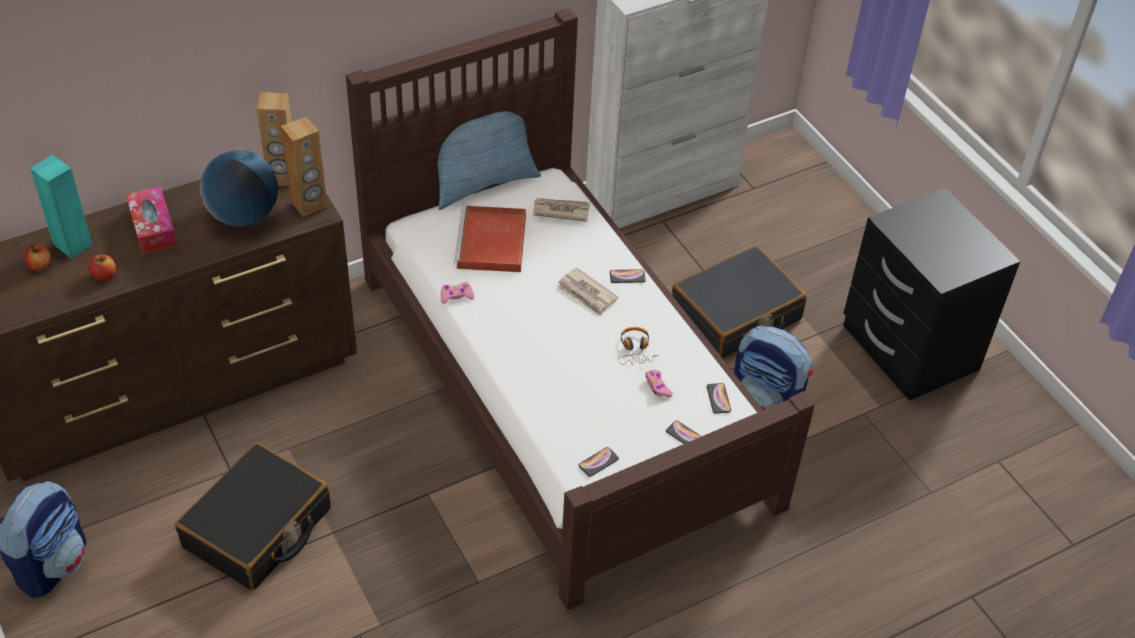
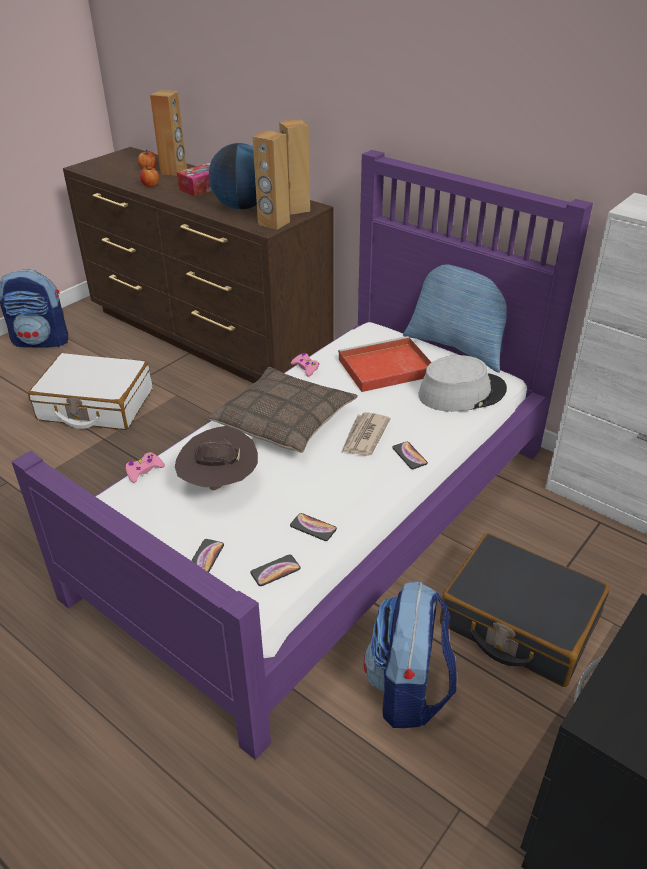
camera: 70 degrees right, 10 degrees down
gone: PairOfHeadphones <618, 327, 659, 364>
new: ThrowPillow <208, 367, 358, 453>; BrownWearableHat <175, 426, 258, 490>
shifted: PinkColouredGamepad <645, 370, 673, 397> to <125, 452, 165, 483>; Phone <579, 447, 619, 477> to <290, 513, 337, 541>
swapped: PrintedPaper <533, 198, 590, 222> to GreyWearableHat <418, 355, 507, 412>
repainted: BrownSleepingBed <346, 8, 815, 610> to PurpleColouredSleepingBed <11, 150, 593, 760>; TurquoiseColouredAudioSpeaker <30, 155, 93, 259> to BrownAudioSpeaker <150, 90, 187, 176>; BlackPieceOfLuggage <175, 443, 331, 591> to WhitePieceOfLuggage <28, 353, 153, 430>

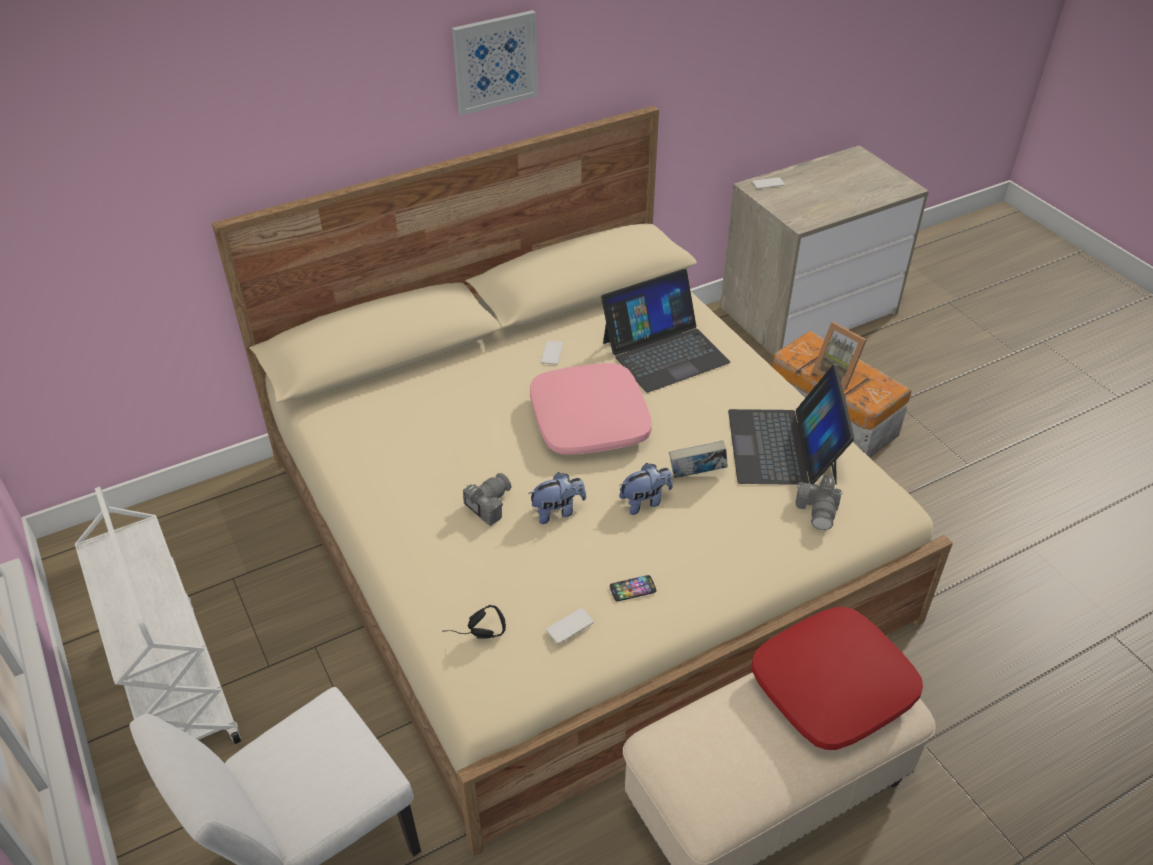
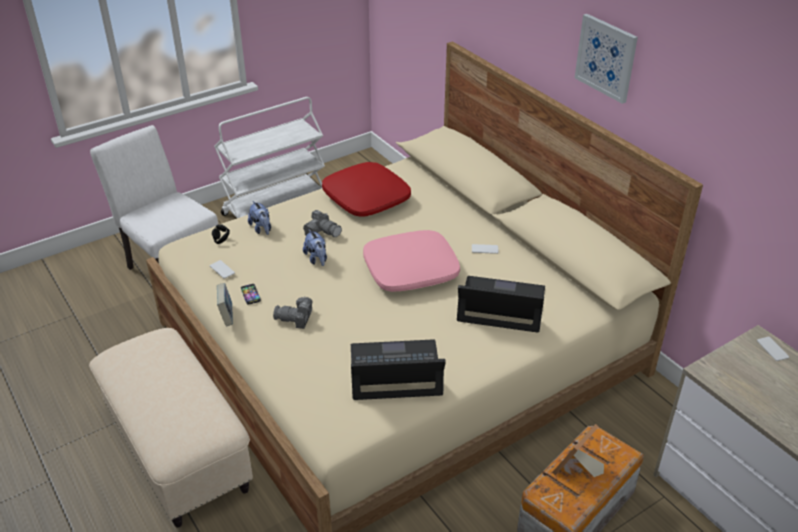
camera: 85 degrees right, 5 degrees down
shifted: Volume <669, 440, 728, 478> to <217, 283, 233, 326>; PlushToy <619, 463, 673, 515> to <248, 201, 271, 235>; PhotoCamera <795, 476, 843, 530> to <273, 296, 312, 329>; RedColouredThrowPillow <752, 607, 923, 750> to <322, 162, 411, 217>
rotated: PortableComputer <601, 269, 730, 393> = <457, 276, 545, 333> 135 degrees clockwise

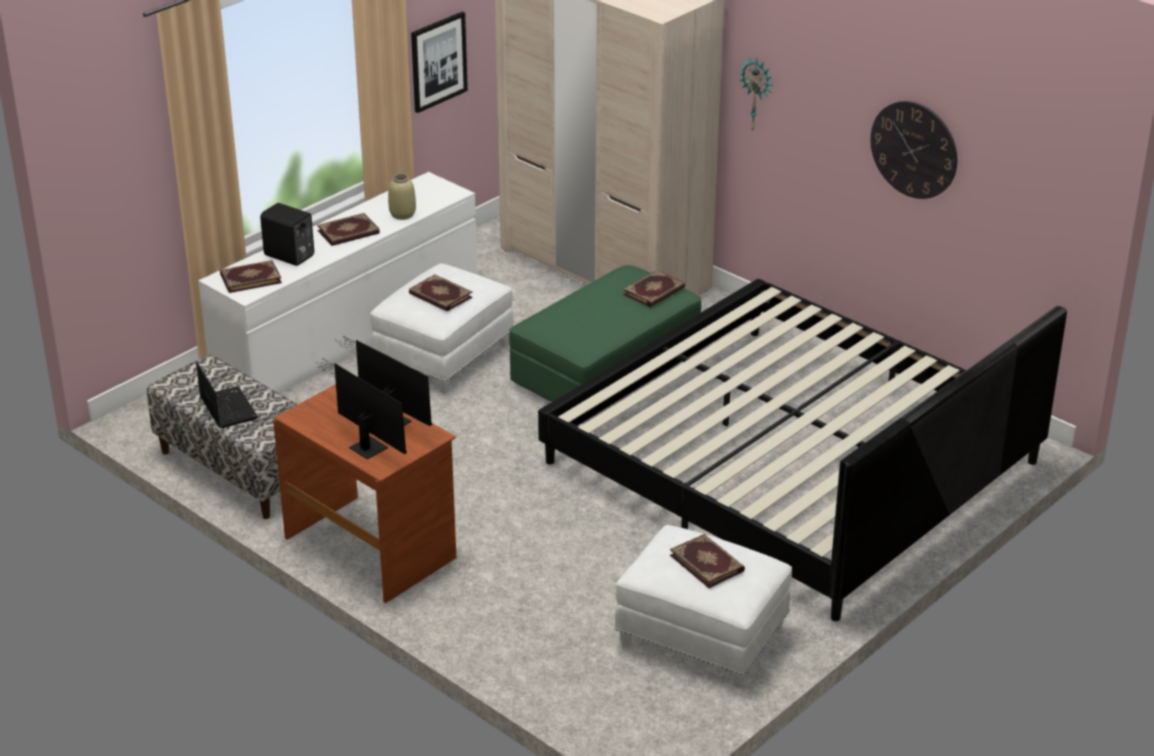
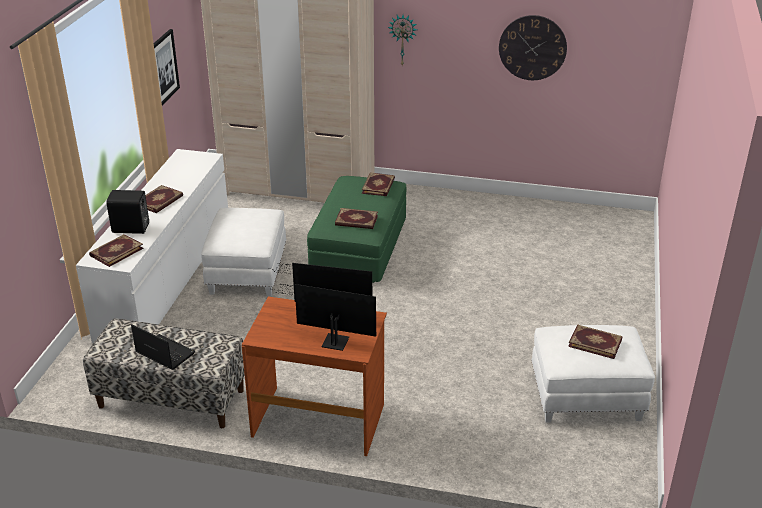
camera: 30 degrees left, 0 degrees up
gone: BeigeFlowerVase <388, 173, 416, 220>; SleepingBed <538, 279, 1067, 621>
shifted: Volume <409, 274, 473, 311> to <335, 208, 378, 229>

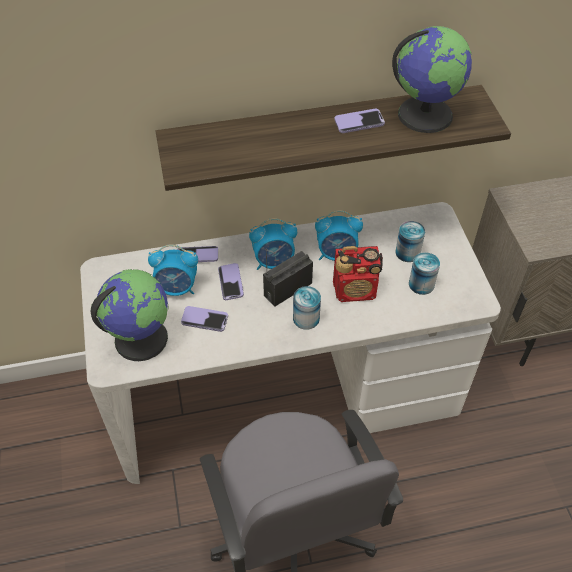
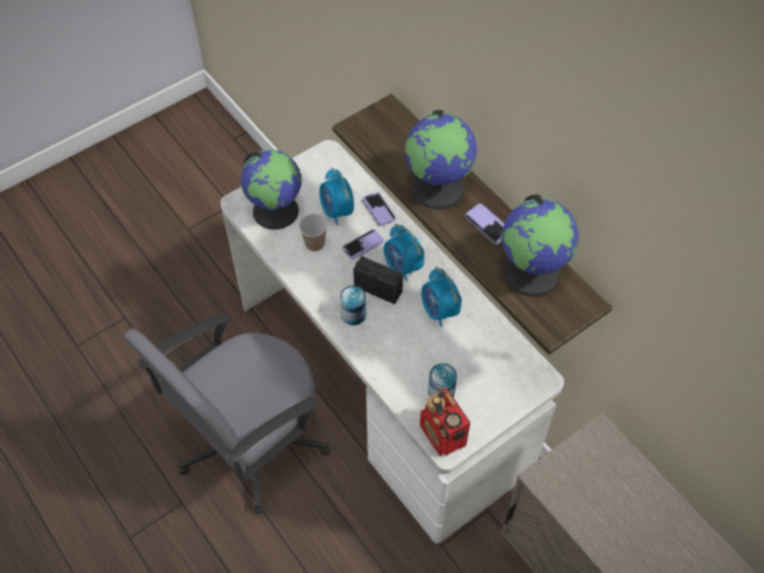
camera: 65 degrees right, 5 degrees up
gone: MetalCan <395, 221, 425, 262>
new: Globe <405, 110, 477, 210>
shifted: RadioSet <333, 246, 383, 302> to <420, 389, 470, 456>
swapped: Phone <181, 306, 228, 332> to SmallCup <299, 214, 327, 251>

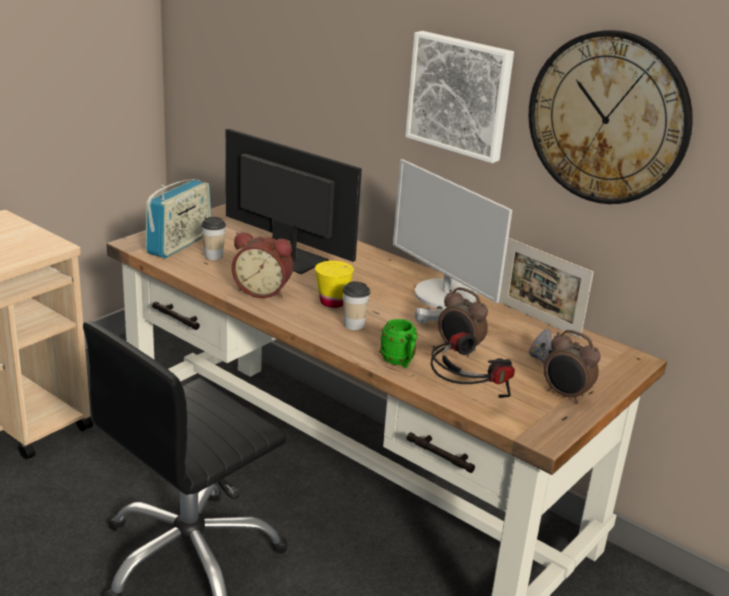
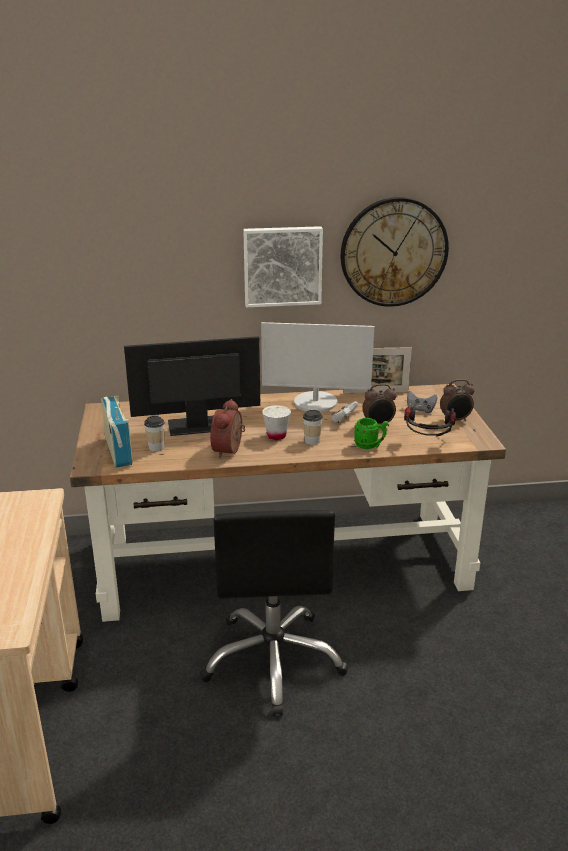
camera: 45 degrees left, 0 degrees up
repainted: YellowColouredSmallCup <315, 261, 354, 308> to WhiteSmallCup <262, 405, 291, 440>
rotated: BedsideClock <232, 232, 293, 298> = <210, 399, 245, 458> 135 degrees clockwise

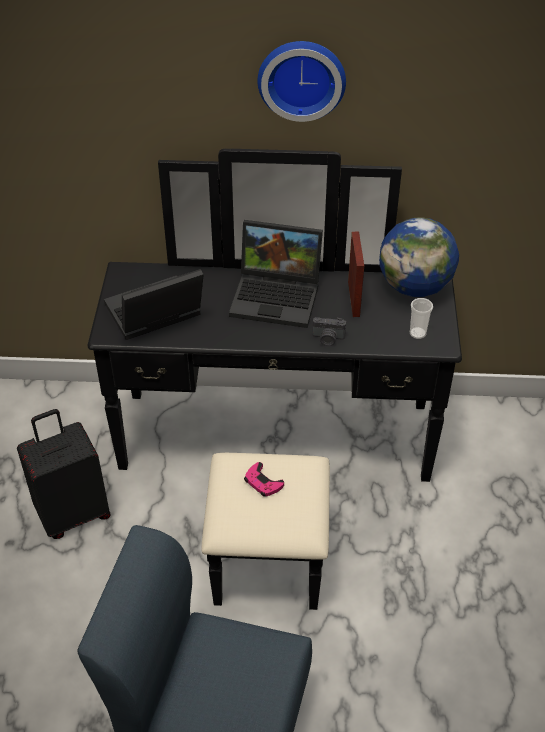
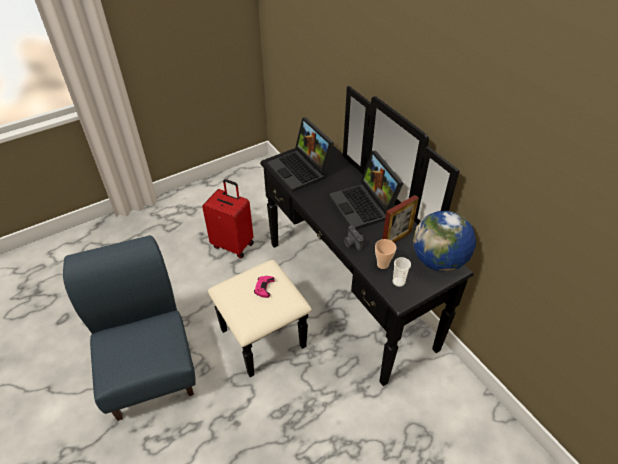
camera: 55 degrees right, 0 degrees up
gone: HangingClock <257, 41, 346, 122>
new: SmallCup <375, 239, 396, 269>
repainted: BlackPieceOfLuggage <17, 409, 111, 539> to RedColouredPieceOfLuggage <202, 179, 254, 258>
rotated: PortableComputer <104, 269, 204, 340> = <267, 117, 334, 192> 150 degrees counterclockwise

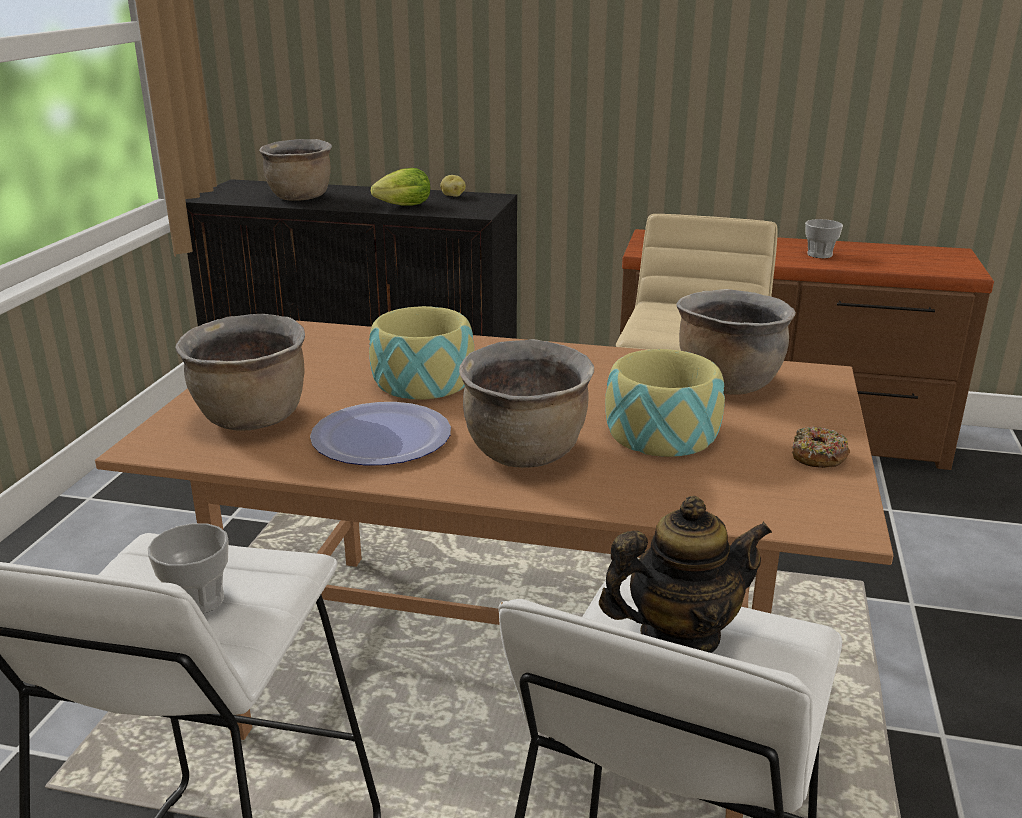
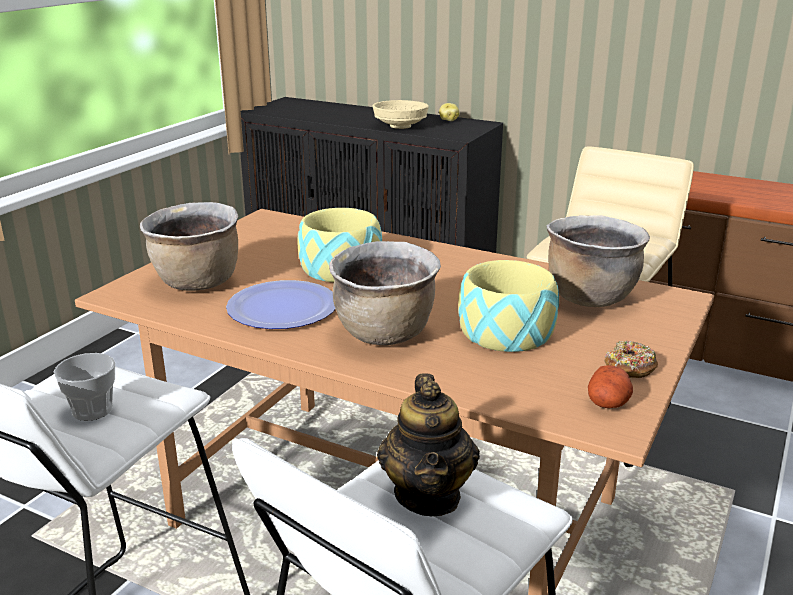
camera: 15 degrees right, 0 degrees up
gone: BrownStockpot <259, 139, 332, 201>; SmallCup <805, 219, 843, 258>
new: Potato <588, 365, 633, 408>
swapped: Lettuce <371, 168, 430, 206> to BeigeServingBowl <373, 100, 429, 129>
rotated: Teapot <599, 496, 772, 653> = <377, 373, 480, 516> 90 degrees clockwise

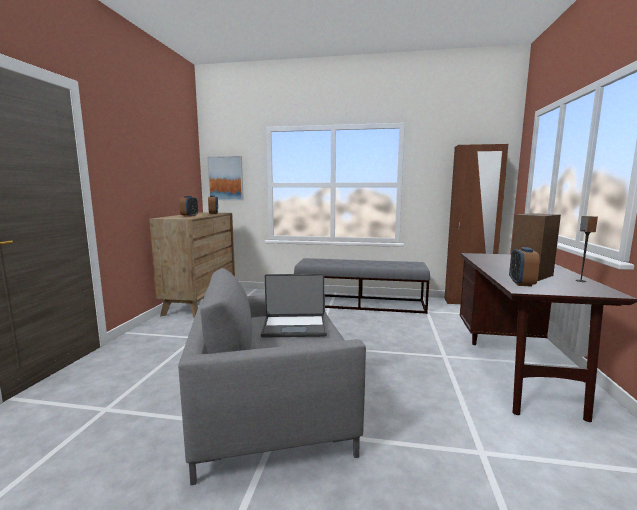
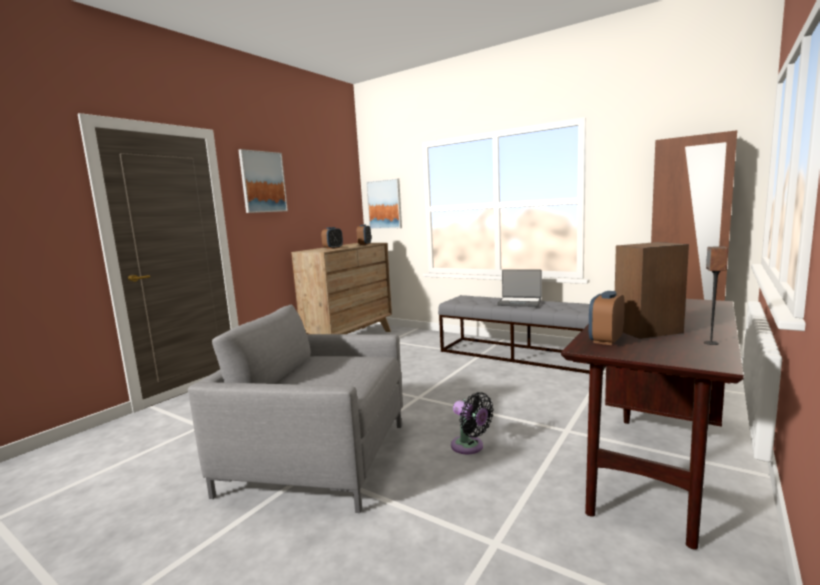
camera: 25 degrees right, 0 degrees up
new: WallArt <238, 149, 288, 213>; BlackCoolingFan <451, 392, 494, 454>
shifted: PortableComputer <261, 274, 327, 338> to <497, 269, 542, 307>

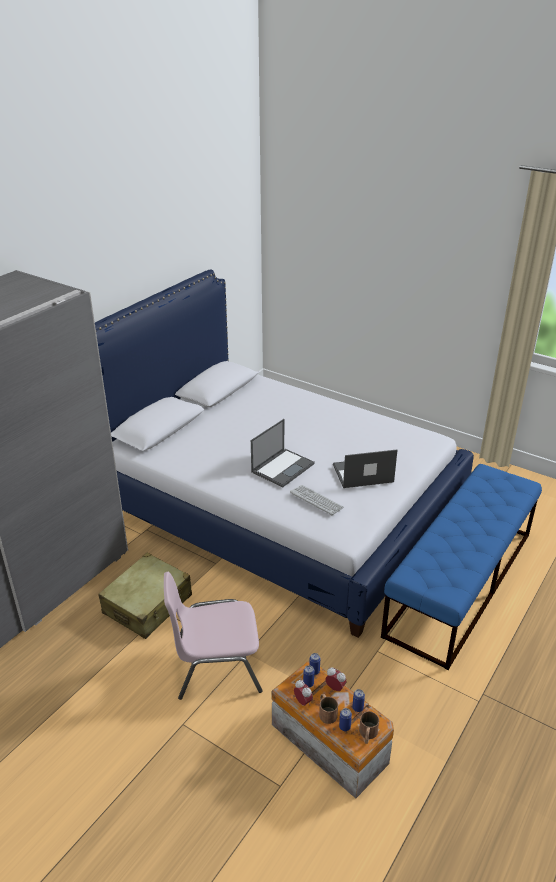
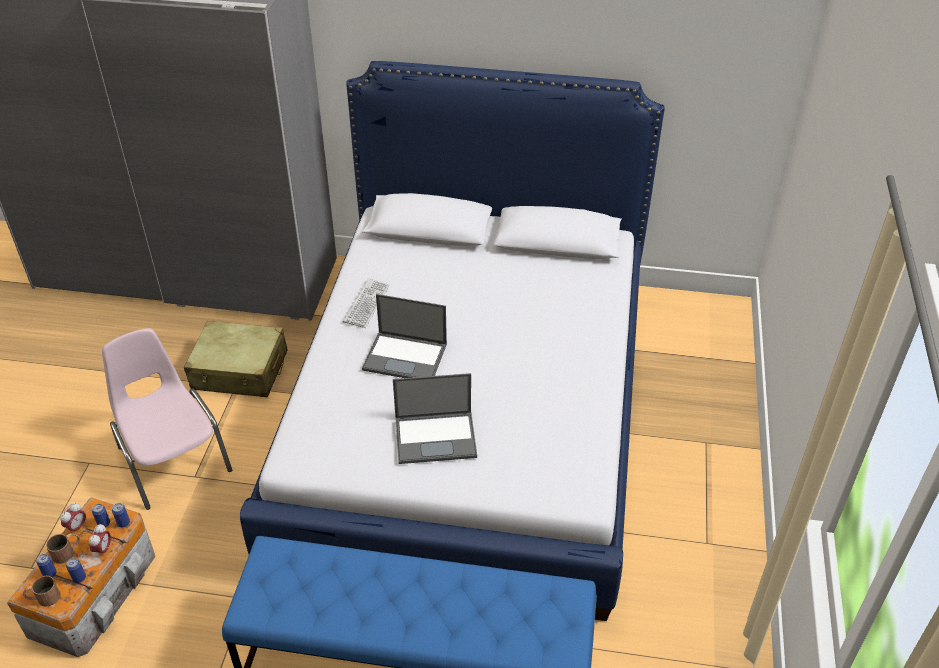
camera: 65 degrees right, 10 degrees up
shifted: Keyboard <290, 485, 344, 515> to <343, 278, 390, 328>
rotated: PortableComputer <333, 449, 397, 488> = <393, 373, 477, 464> 120 degrees clockwise

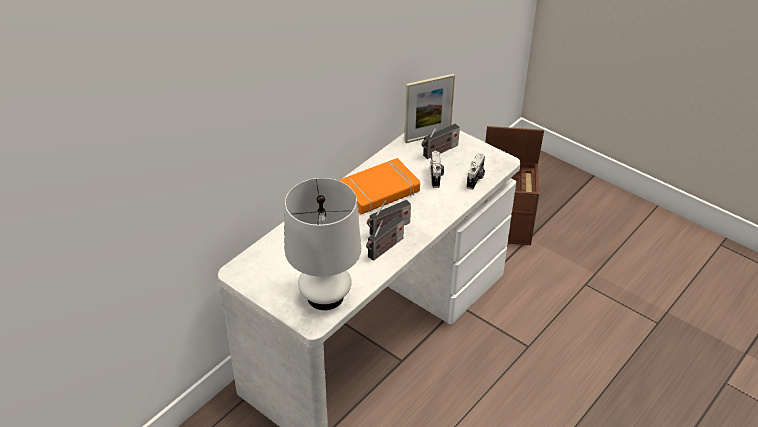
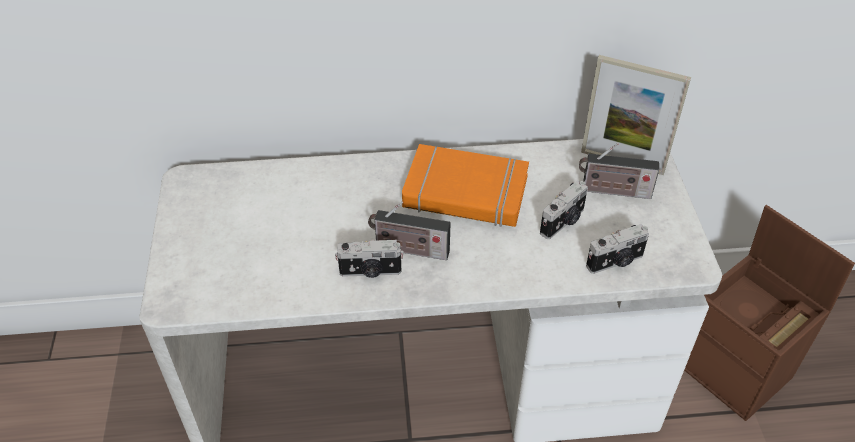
camera: 45 degrees right, 5 degrees up
gone: WhiteTableLamp <285, 178, 361, 310>
swapped: RadioSet <366, 216, 404, 261> to PhotoCamera <335, 239, 404, 278>

